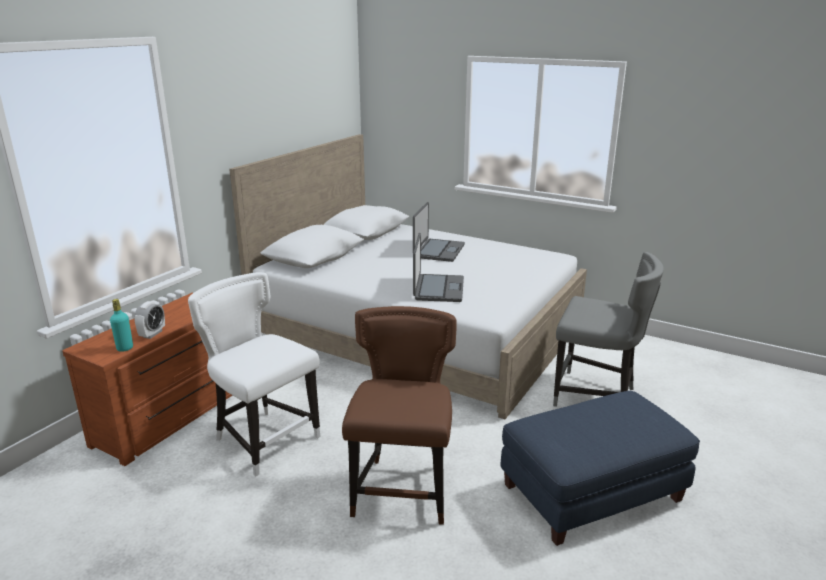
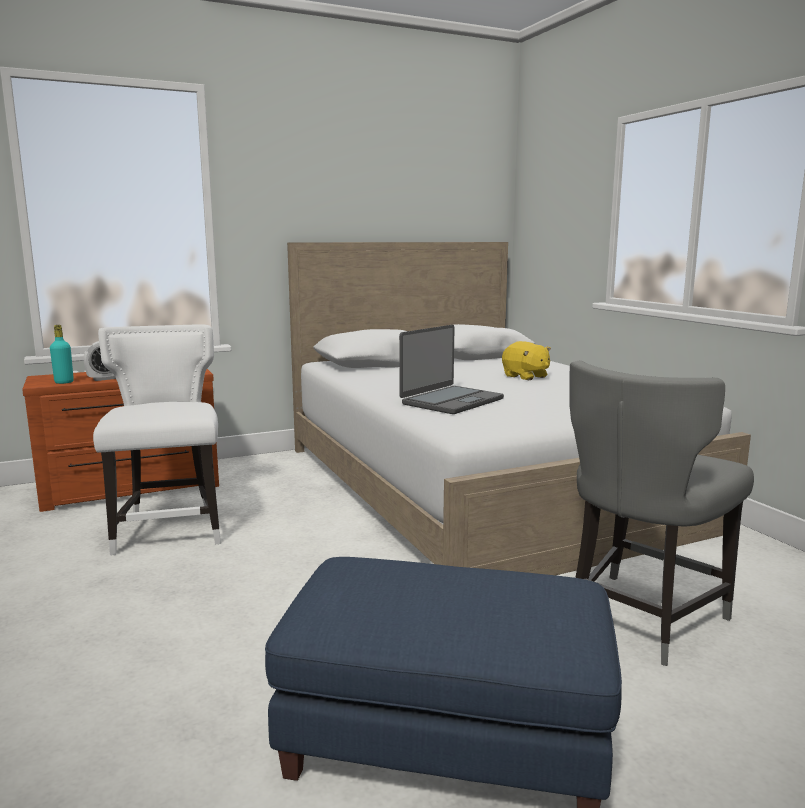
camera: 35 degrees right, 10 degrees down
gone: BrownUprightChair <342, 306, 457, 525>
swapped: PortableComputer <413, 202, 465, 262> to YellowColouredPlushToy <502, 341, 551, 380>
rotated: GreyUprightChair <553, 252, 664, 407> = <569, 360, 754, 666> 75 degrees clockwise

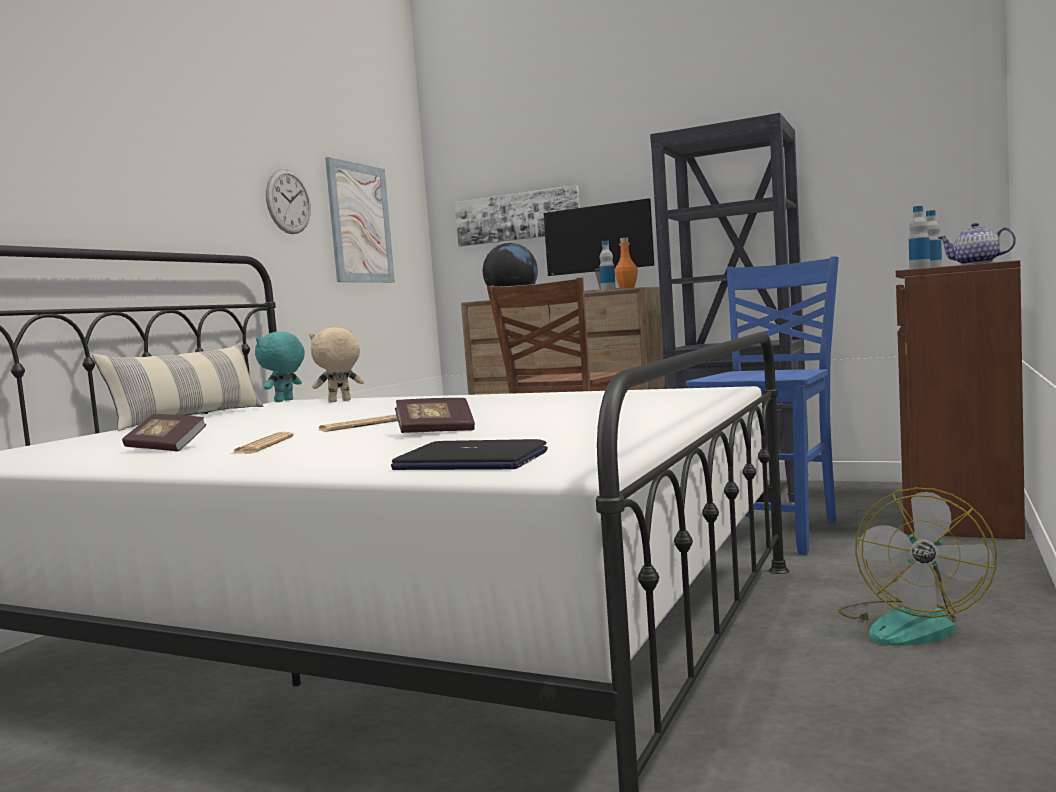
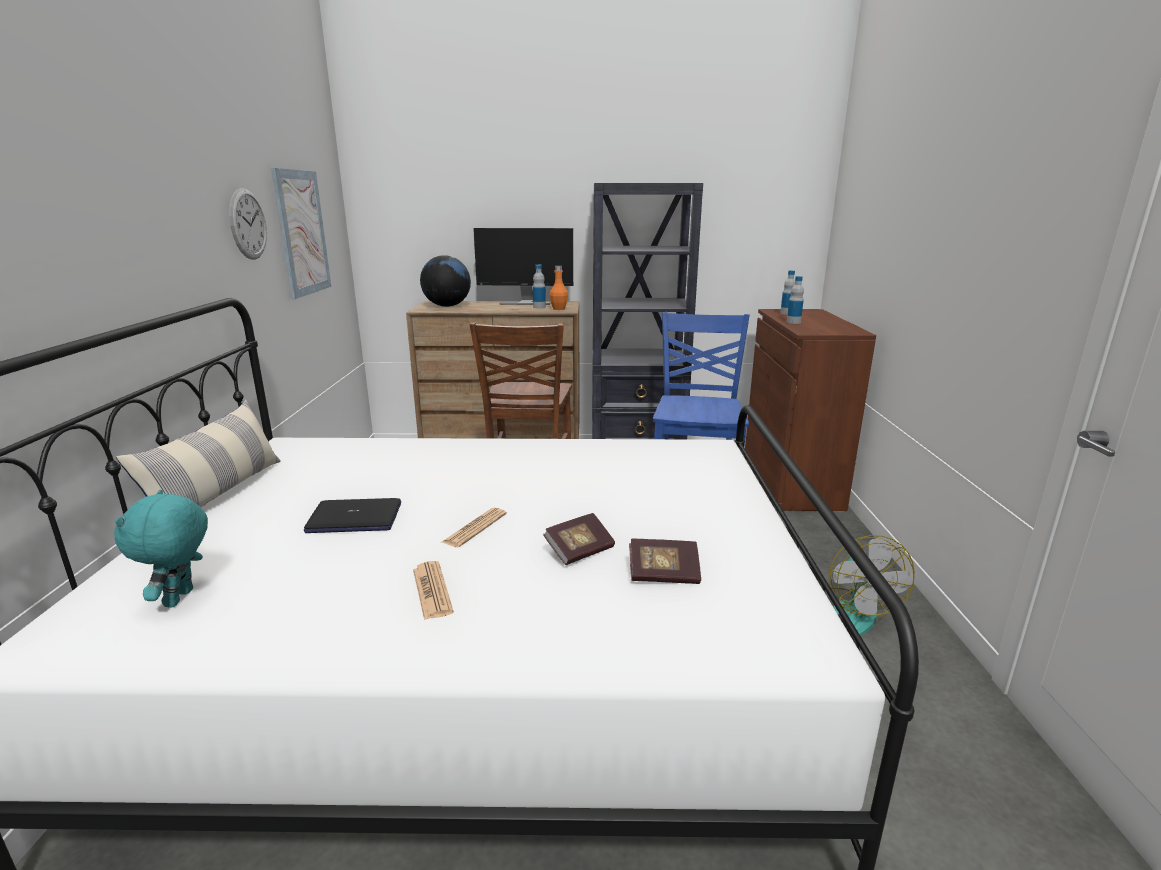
camera: 25 degrees left, 15 degrees up
gone: WallArt <455, 185, 580, 247>; Teapot <938, 223, 1016, 265>; BeigePlushToy <309, 327, 364, 403>
shifted: TurquoiseColouredPlushToy <255, 332, 305, 402> to <114, 490, 208, 607>; Volume <122, 414, 207, 451> to <629, 539, 701, 584>; PortableComputer <391, 439, 548, 470> to <304, 498, 401, 533>

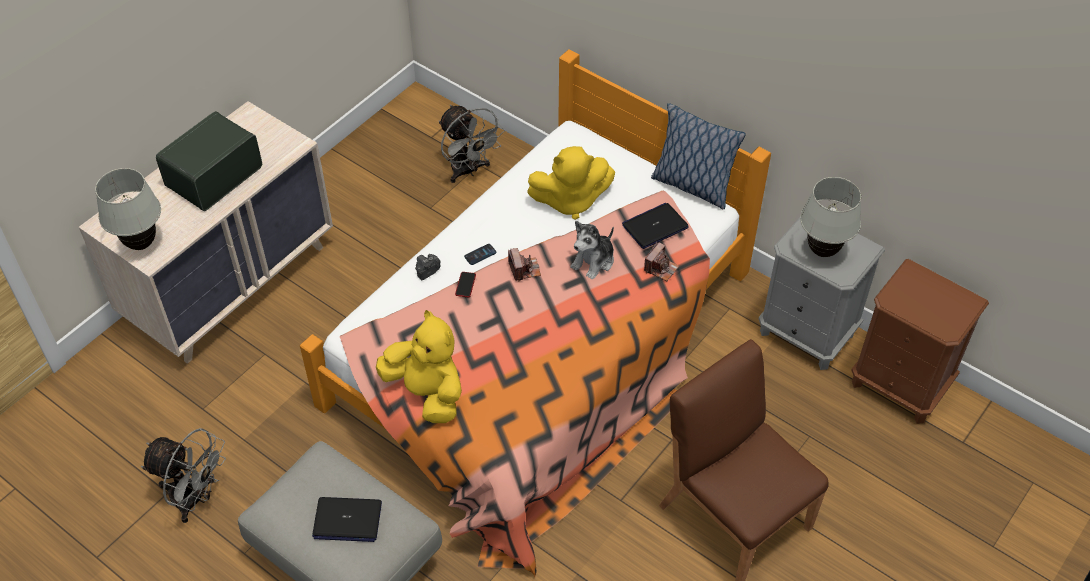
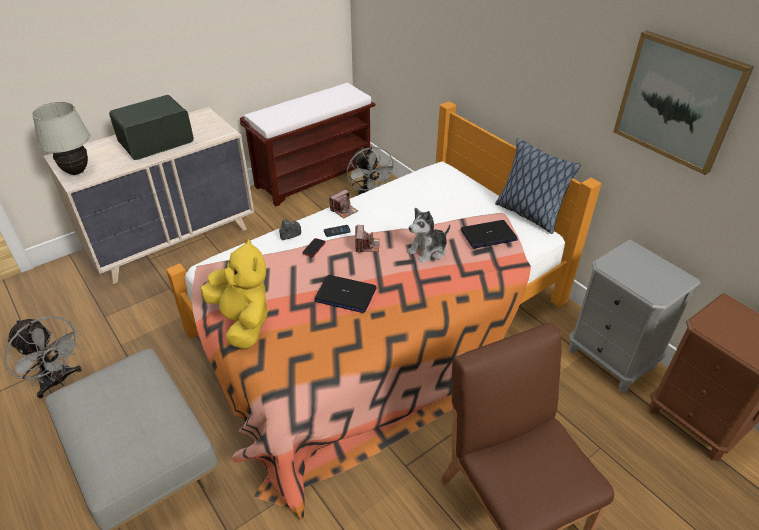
camera: 15 degrees right, 10 degrees down
gone: YellowColouredPlushToy <527, 146, 615, 220>; WhiteTableLamp <800, 177, 861, 257>
new: WallArt <613, 30, 754, 175>; BrownBench <240, 83, 376, 207>
shifted: PhotoCamera <644, 242, 679, 281> to <329, 189, 358, 218>; PortableComputer <312, 497, 382, 542> to <314, 275, 377, 313>

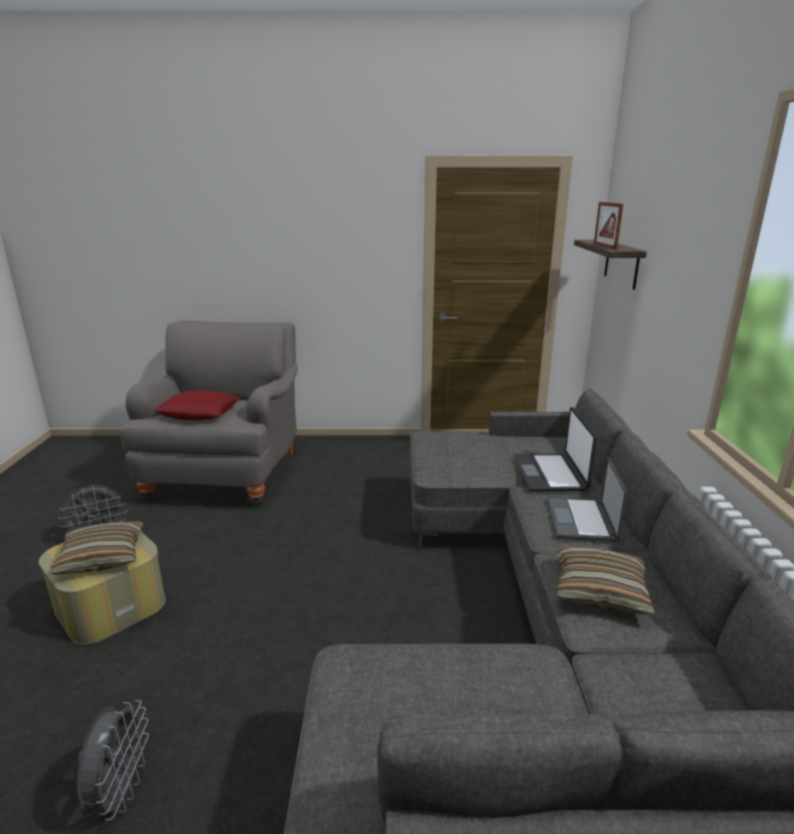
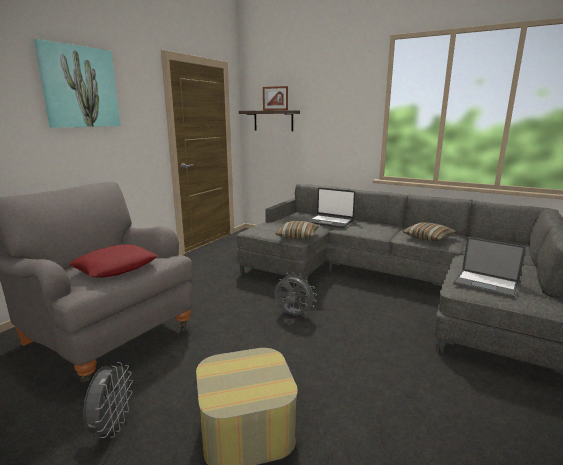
camera: 60 degrees left, 5 degrees down
new: WallArt <34, 39, 121, 128>
shifted: PortableComputer <547, 457, 627, 542> to <453, 237, 526, 299>; ThrowPillow <51, 521, 144, 575> to <275, 221, 319, 239>; GreyCoolingFan <77, 700, 149, 820> to <275, 272, 317, 315>

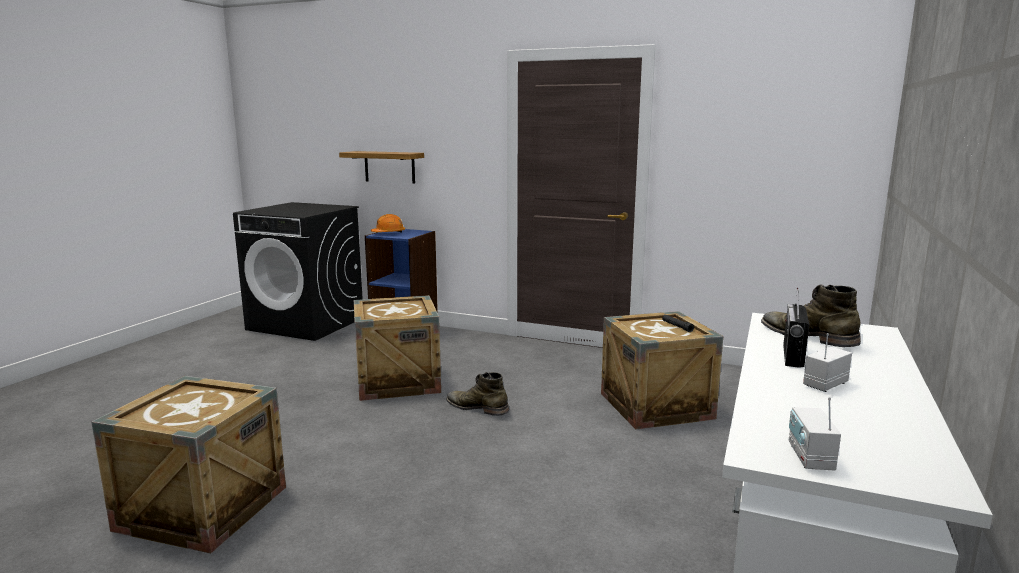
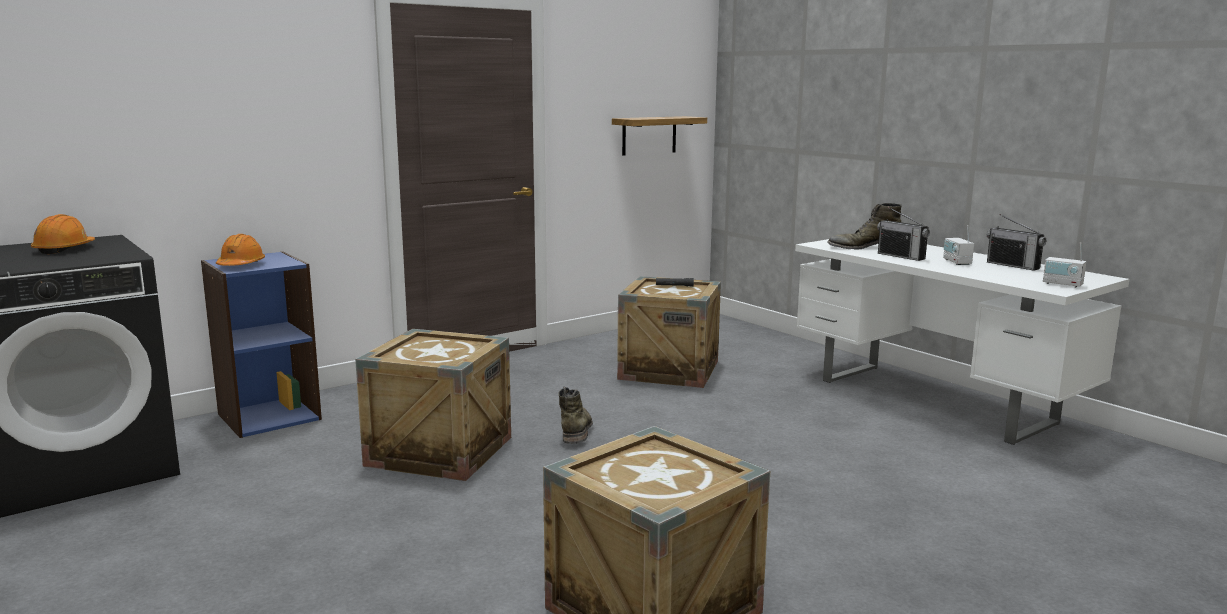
camera: 60 degrees left, 0 degrees up
new: OrangeColouredSafetyHelmet <31, 214, 95, 254>; RadioSet <987, 214, 1046, 271>
shifted: Shelf <339, 151, 424, 184> to <612, 116, 707, 156>
rotated: GreenishHighTopBoot <446, 372, 509, 416> = <559, 387, 593, 444> 120 degrees clockwise

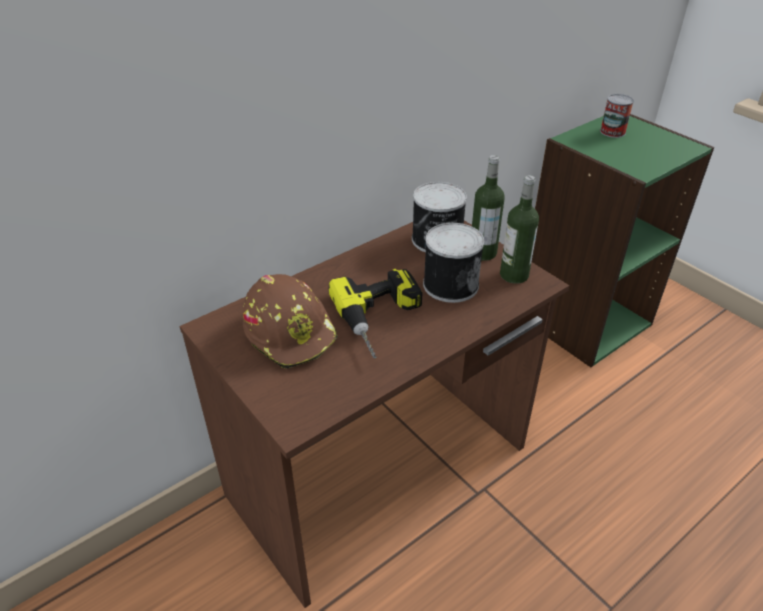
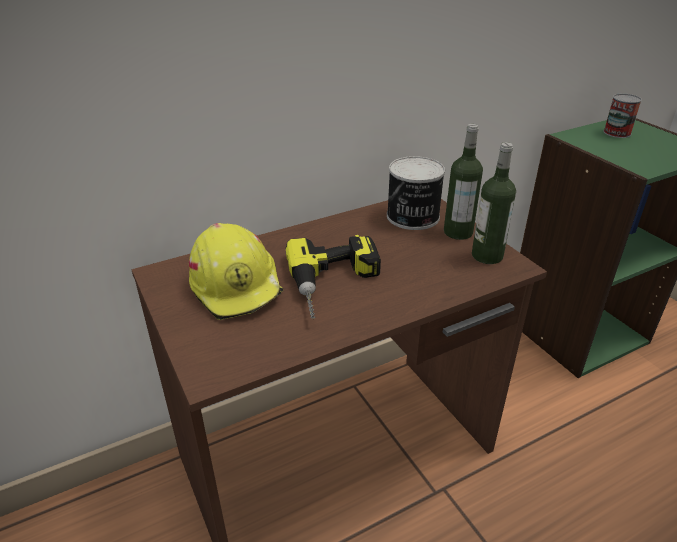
camera: 10 degrees right, 5 degrees down
gone: MetalCan <423, 223, 484, 303>
repainted: BrownSafetyHelmet <243, 274, 338, 369> to YellowColouredSafetyHelmet <189, 223, 284, 320>

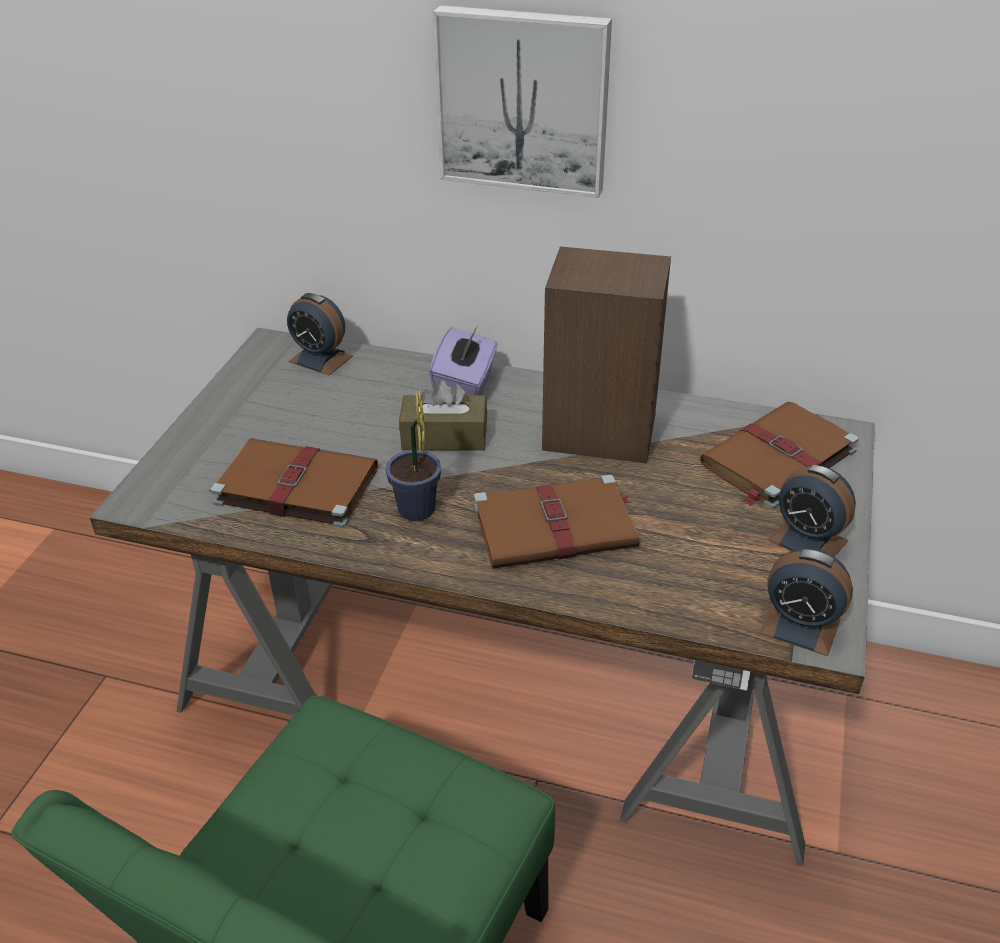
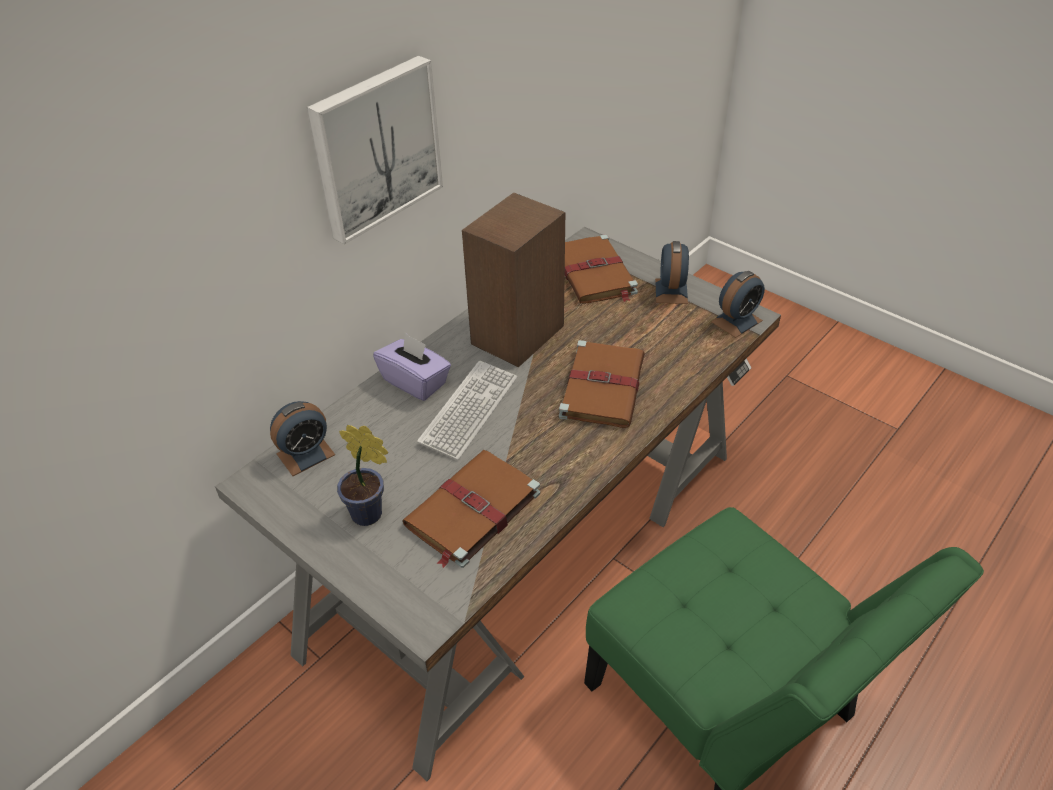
camera: 65 degrees left, 5 degrees up
shifted: Houseplant <385, 389, 442, 521> to <337, 425, 388, 526>
swapped: BrownBoxOfTissues <399, 380, 487, 451> to Keyboard <417, 361, 517, 460>
rotated: BedsideClock <768, 465, 856, 557> = <655, 241, 689, 304> 120 degrees clockwise

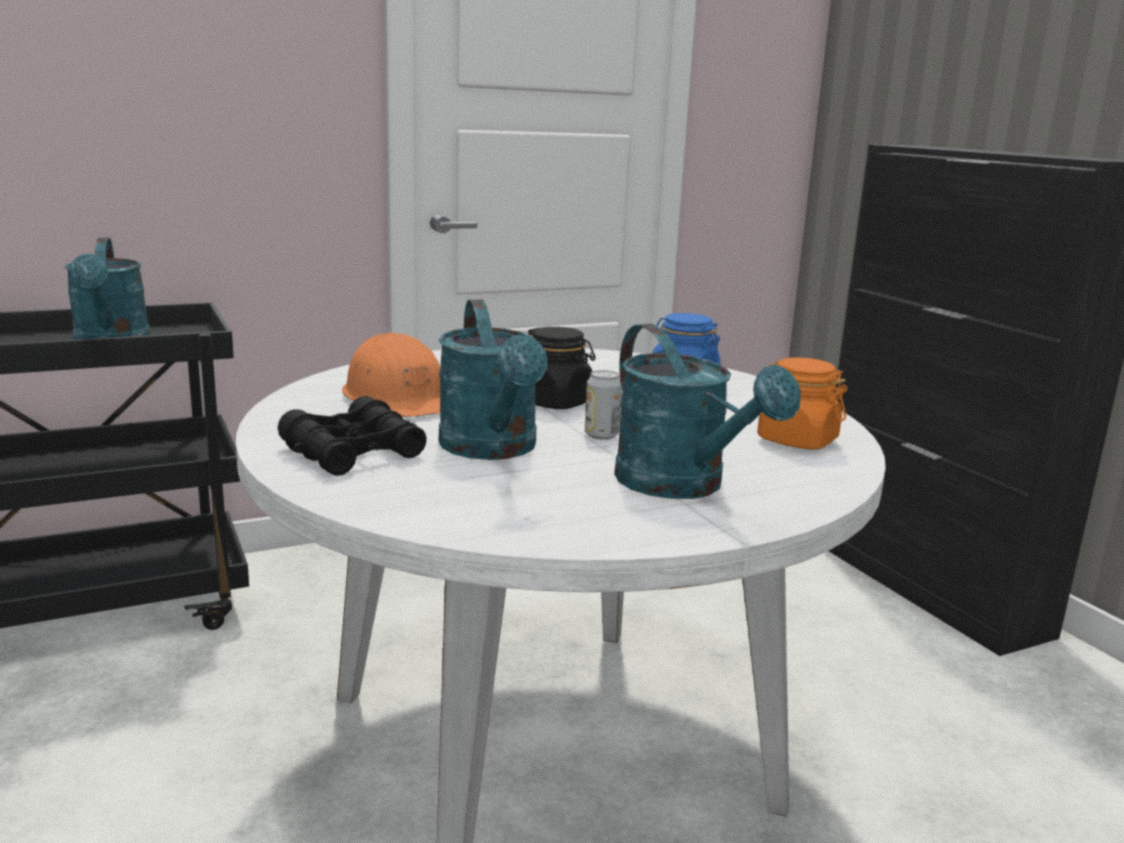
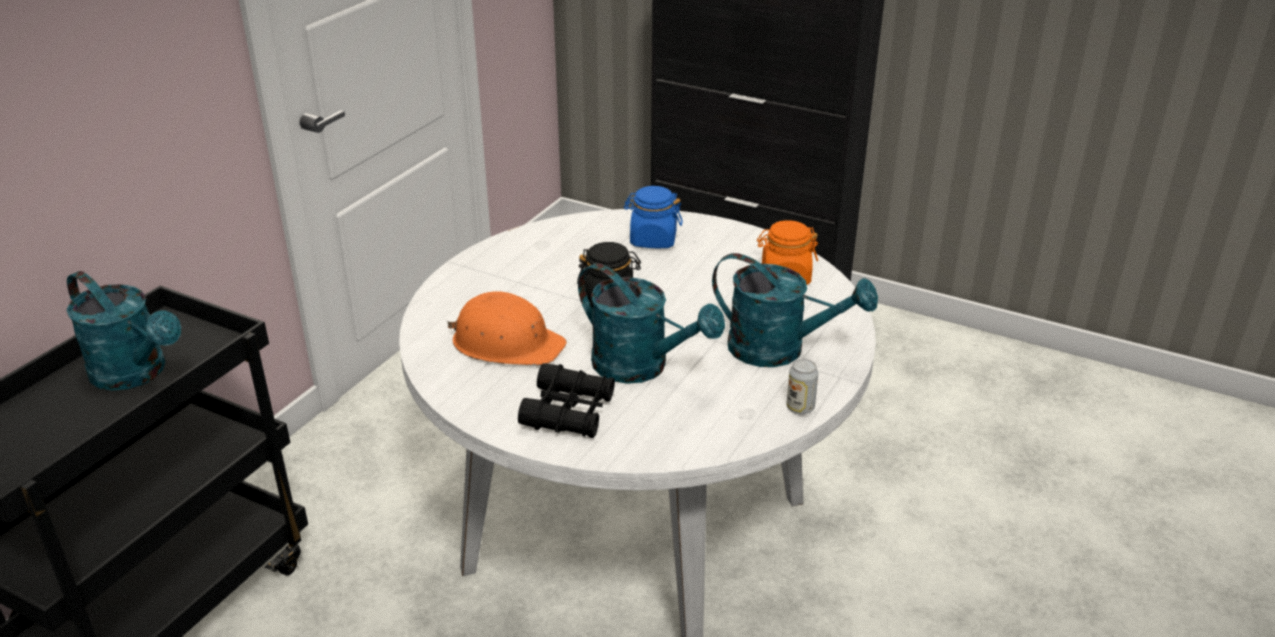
camera: 35 degrees left, 15 degrees up
shifted: MetalCan <585, 370, 622, 440> to <787, 359, 818, 415>

